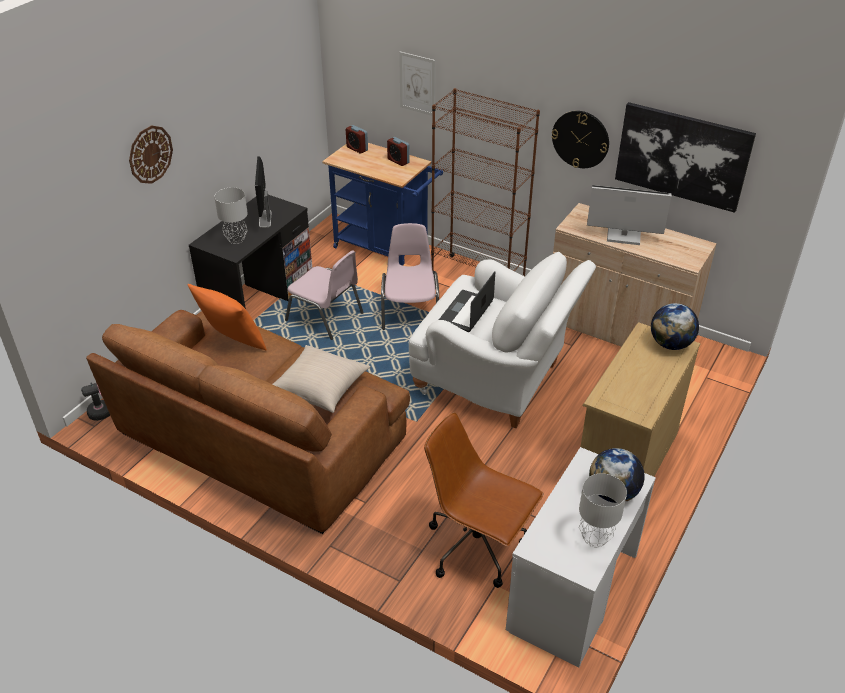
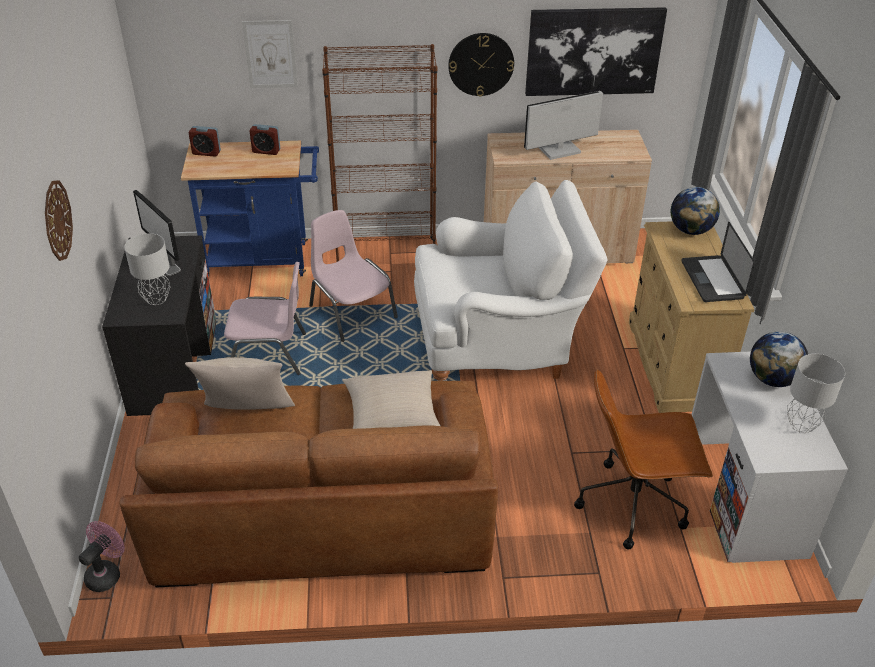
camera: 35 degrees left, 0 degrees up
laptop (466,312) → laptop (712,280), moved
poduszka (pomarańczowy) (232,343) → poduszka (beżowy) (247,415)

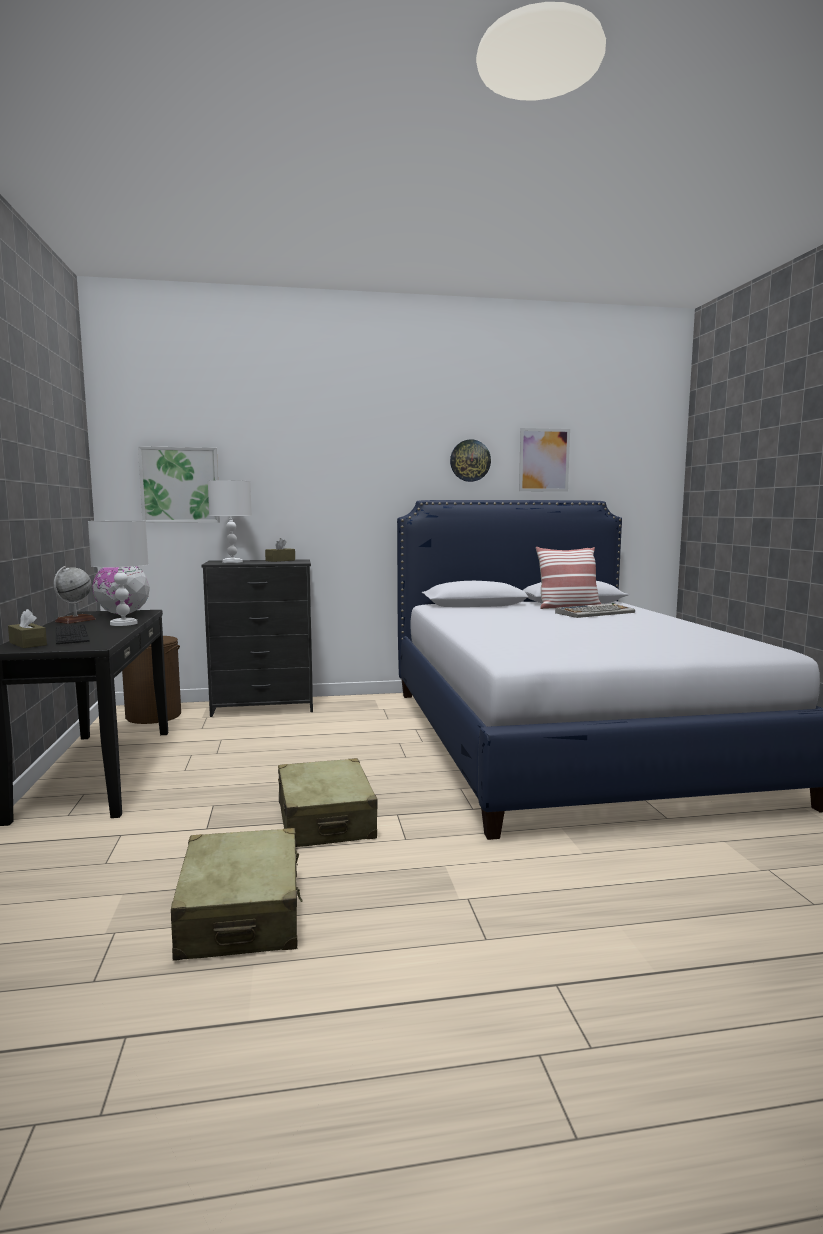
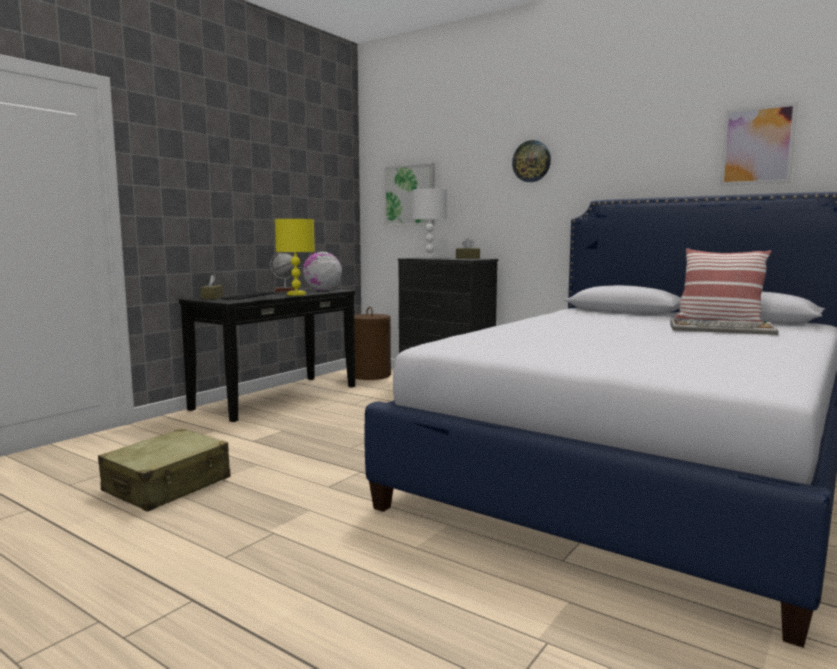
camera: 45 degrees right, 0 degrees up
zegar ścienny (470,460) → zegar ścienny (531,161), moved
lampa stołowa (biały) (123,623) → lampa stołowa (żółty) (296,294)
walizka (beżowy) (325,820) → -

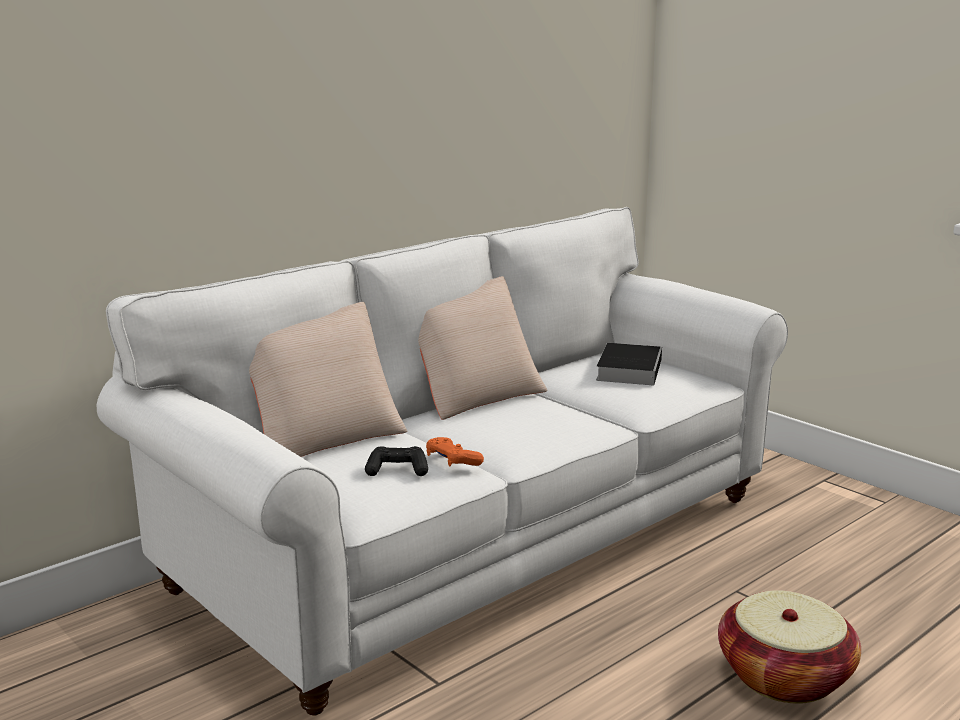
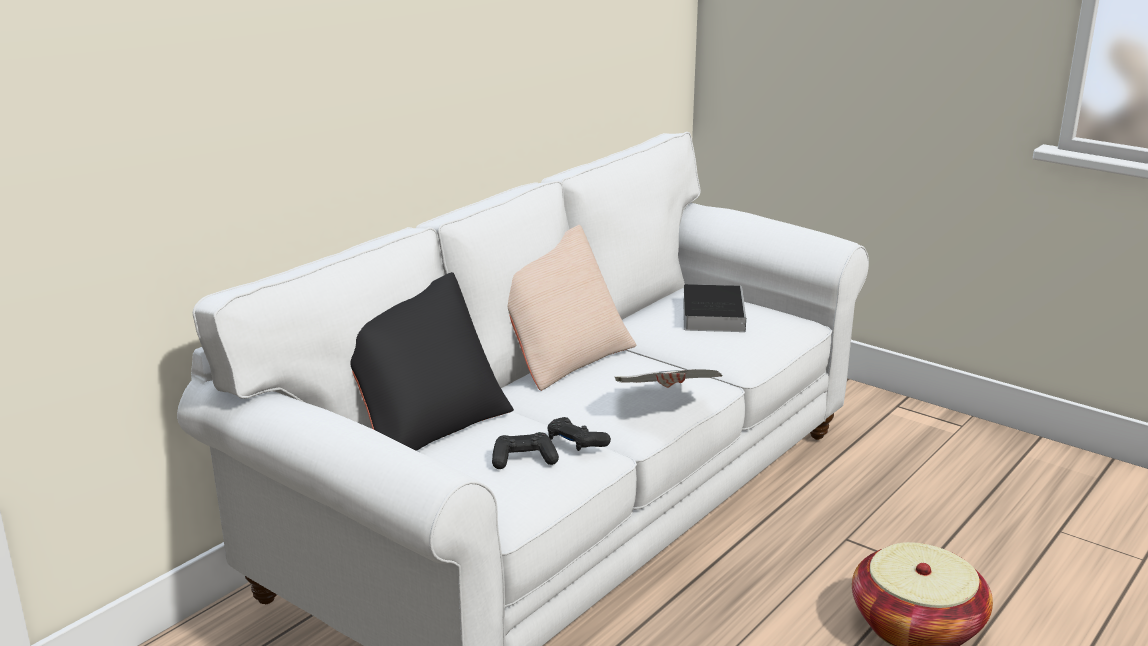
camera: 10 degrees left, 5 degrees up
poduszka (beżowy) (323,435) → poduszka (czarny) (425,422)
pad do gier (pomarańczowy) (452,460) → pad do gier (czarny) (576,442)
- → gazeta (666,404)

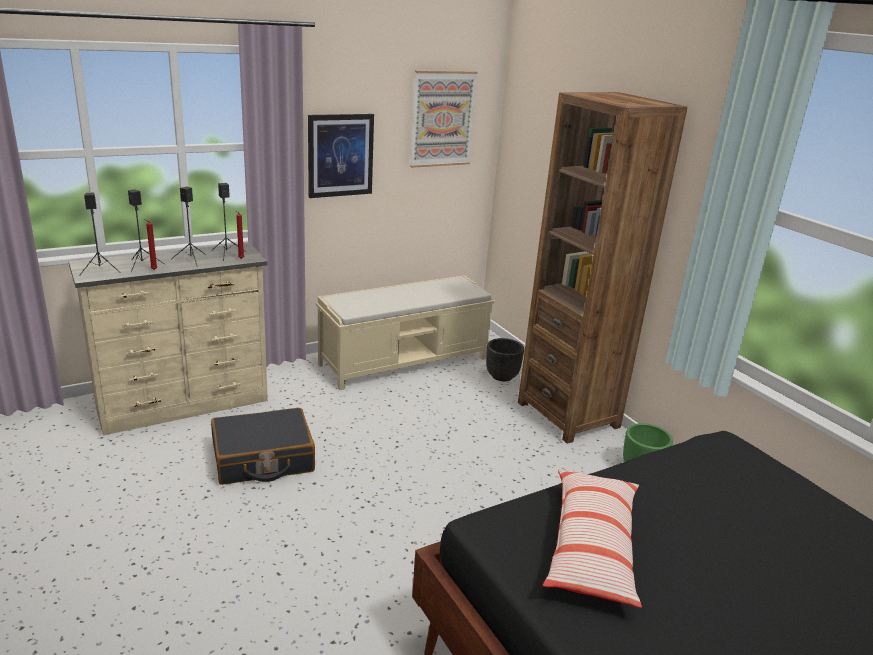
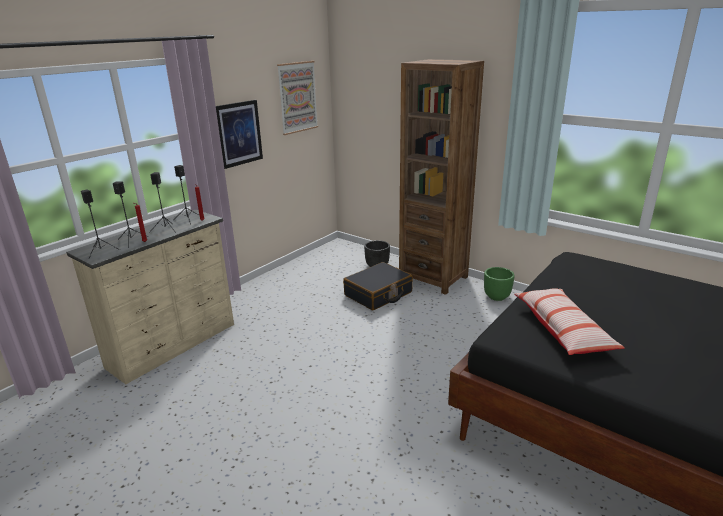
camera: 20 degrees left, 0 degrees up
ławka (beżowy) (405,361) → -
walizka (czarny) (263,459) → walizka (czarny) (378,294), moved

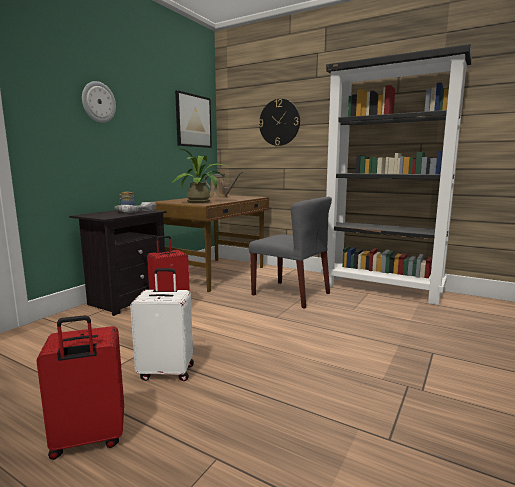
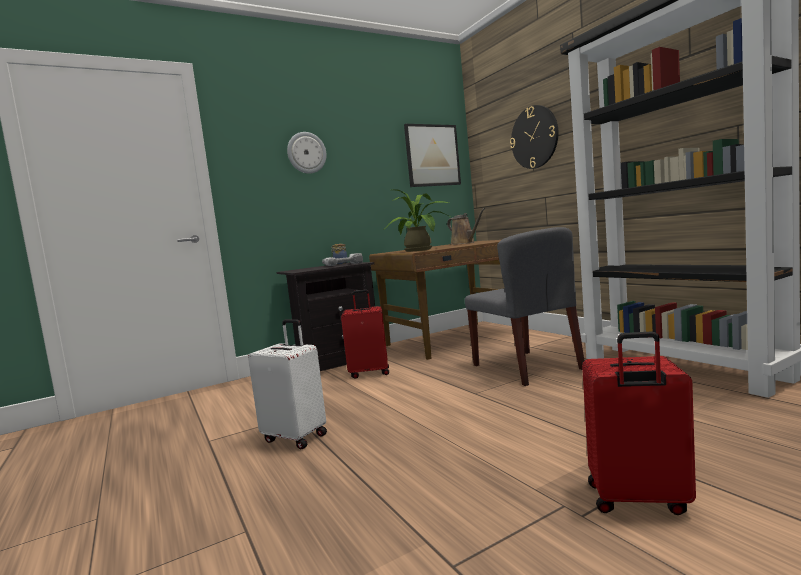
camera: 30 degrees right, 5 degrees down
walizka (czerwony) (88,440) → walizka (czerwony) (637,500), moved

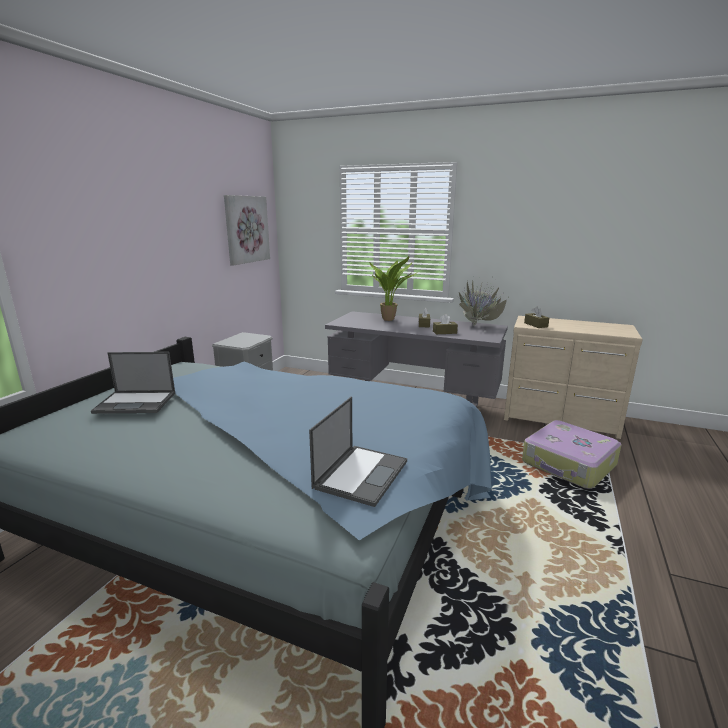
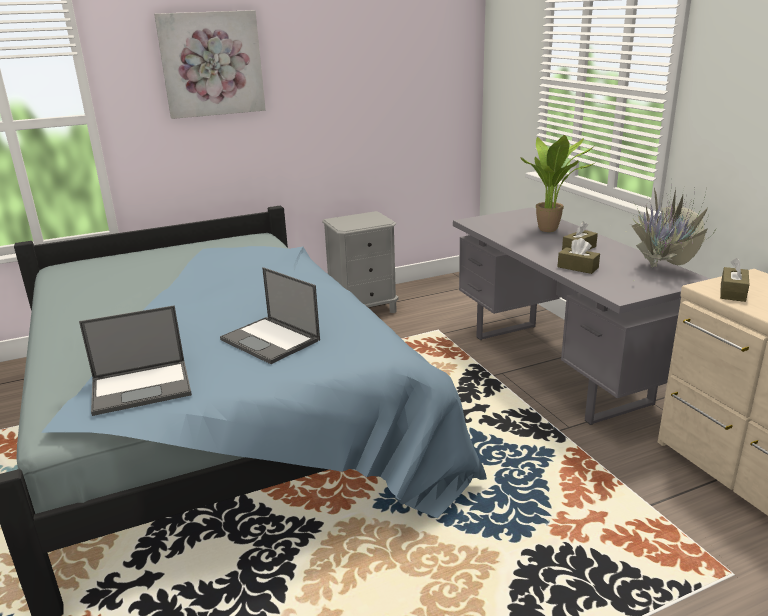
camera: 45 degrees right, 5 degrees up
obraz (246,229) → obraz (212,64), moved
laptop (136,402) → laptop (271,340), moved
walizka (569,464) → -

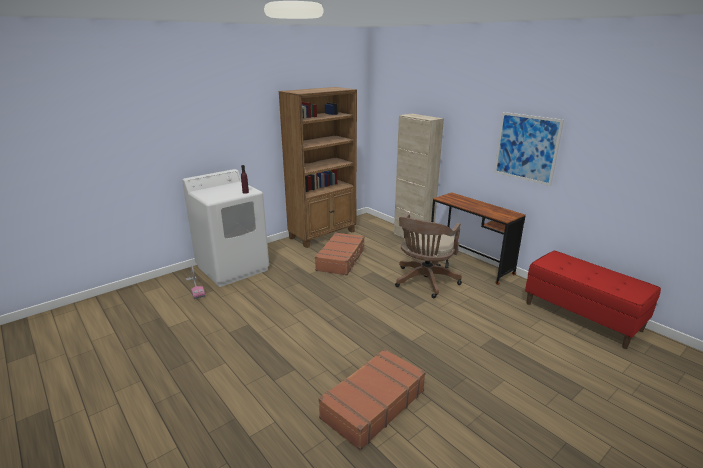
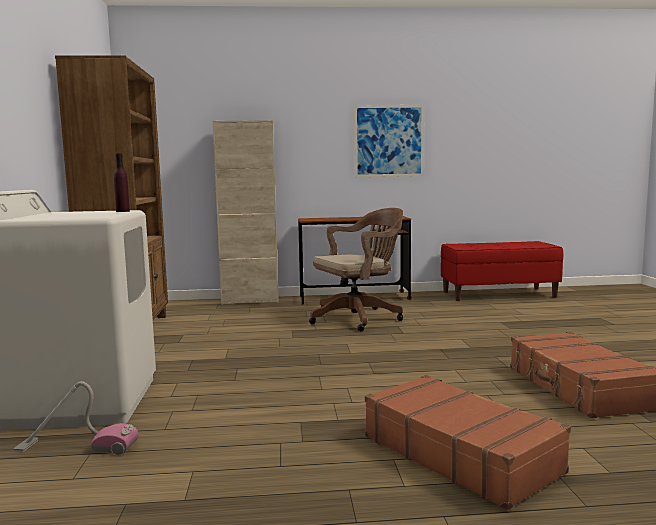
camera: 55 degrees left, 15 degrees down
krzesło biurowe (brązowy) (424,282) → krzesło biurowe (brązowy) (359,318), 90 degrees counterclockwise
walizka (brązowy) (341,259) → walizka (brązowy) (460,453), moved

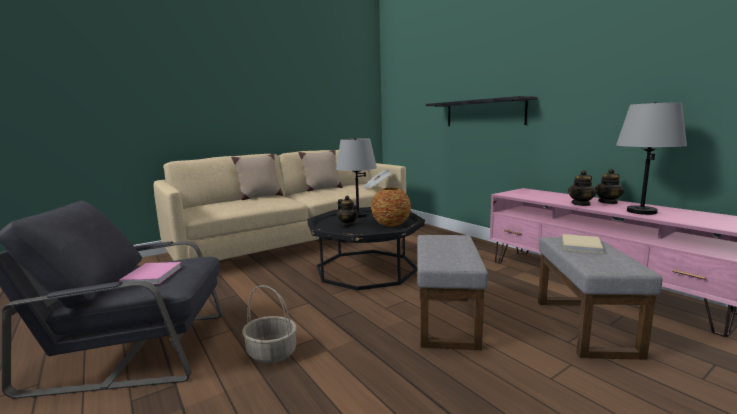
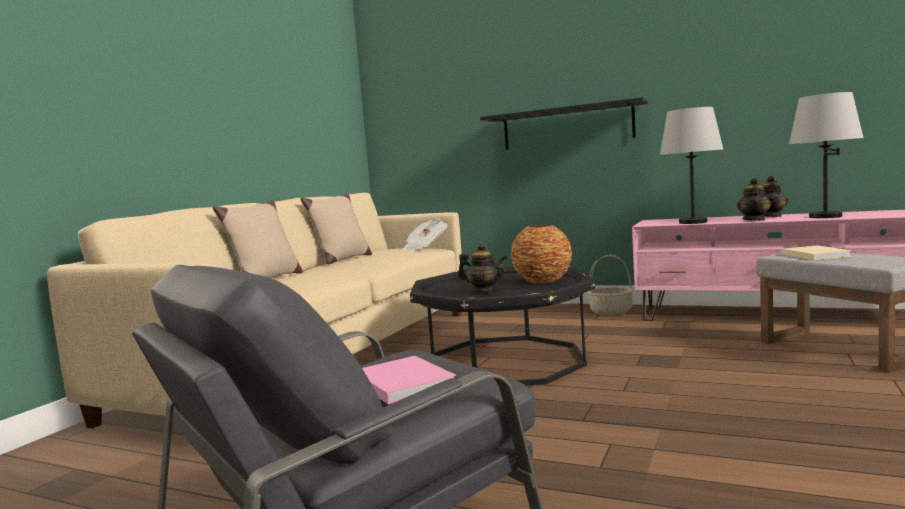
camera: 30 degrees left, 5 degrees down
lampa stołowa (szary) (358,215) → lampa stołowa (szary) (693,222), moved
pufa (szary) (447,320) → -
koszyk (271,353) → koszyk (611,312), moved

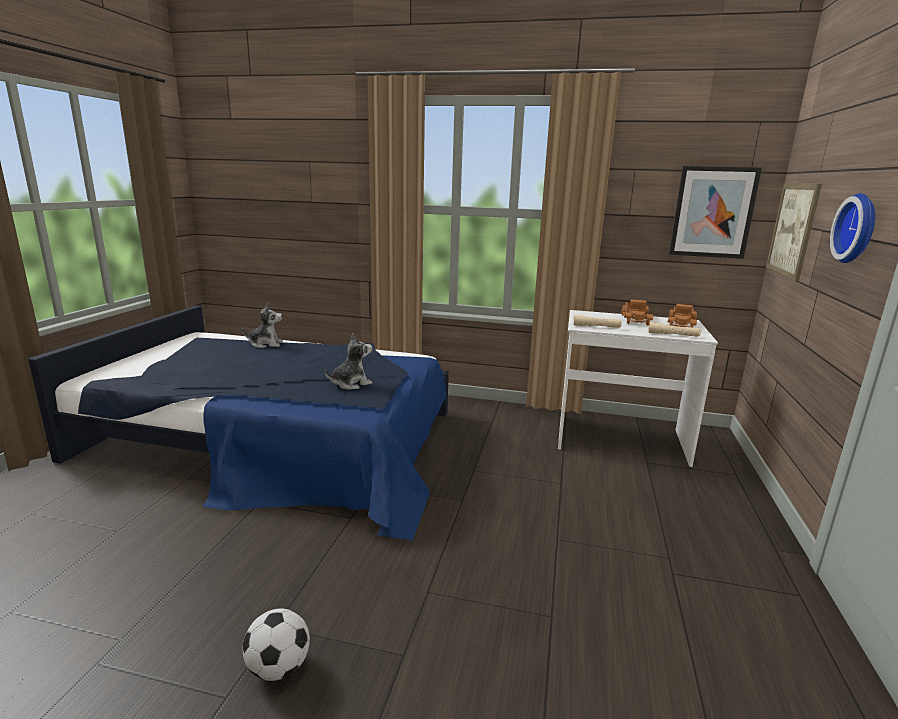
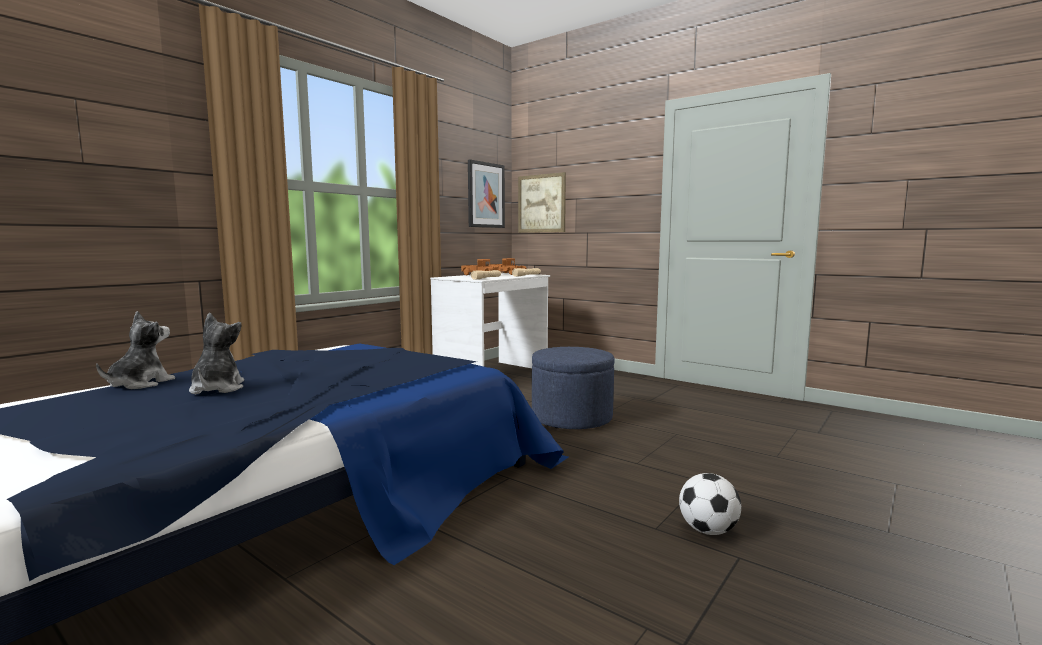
camera: 65 degrees left, 10 degrees down
zegar ścienny (859,228) → -
pluszak (350,384) → pluszak (217,389), moved
- → pufa (niebieski) (572,417)

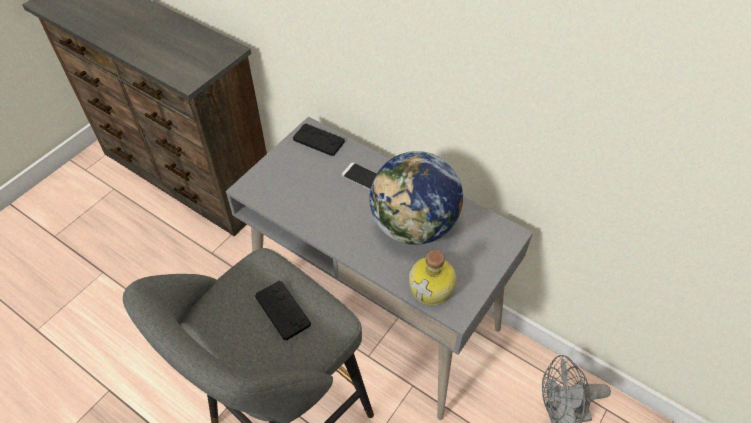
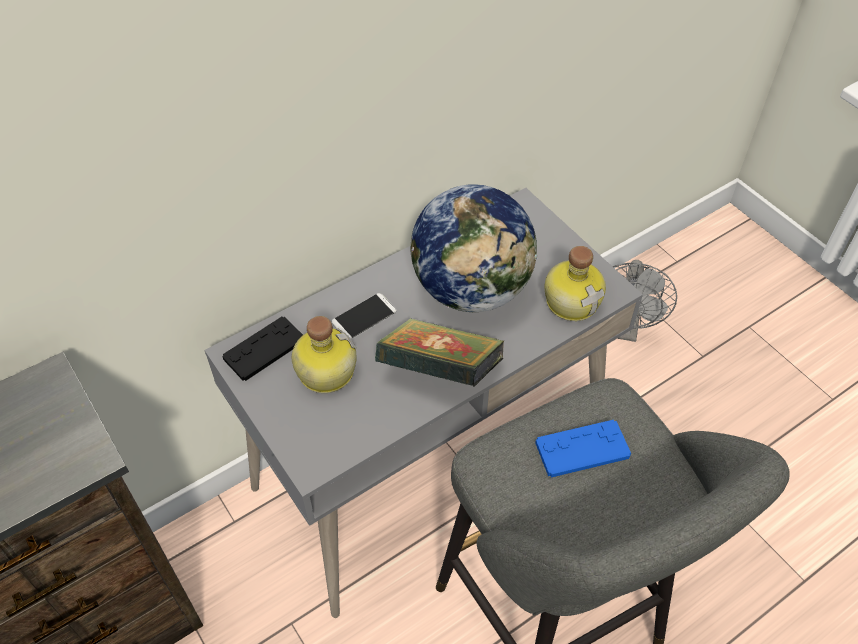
camera: 70 degrees left, 0 degrees up
pad do gier (czarny) (282,310) → pad do gier (niebieski) (582,449)
- → butelka (324,371)
- → książka (440,372)

